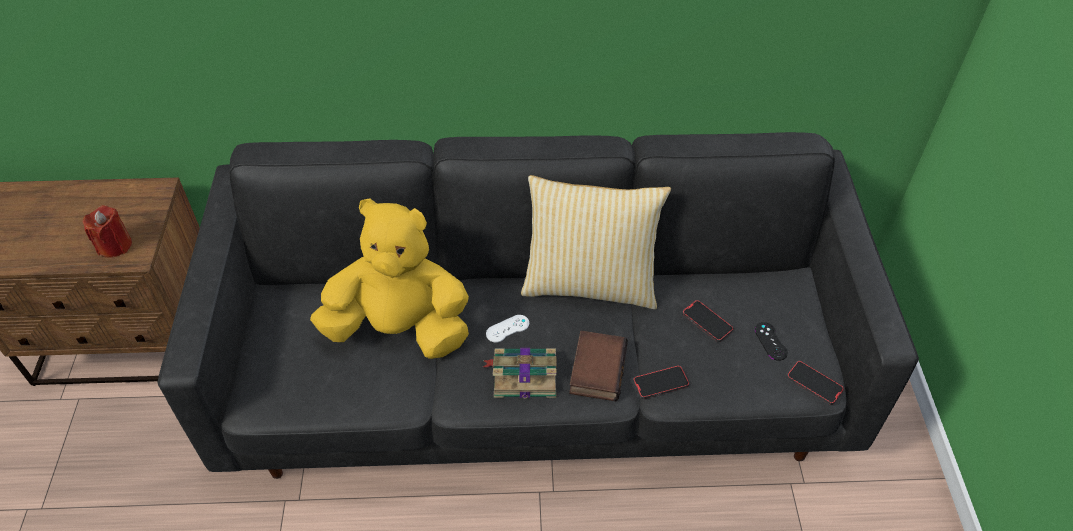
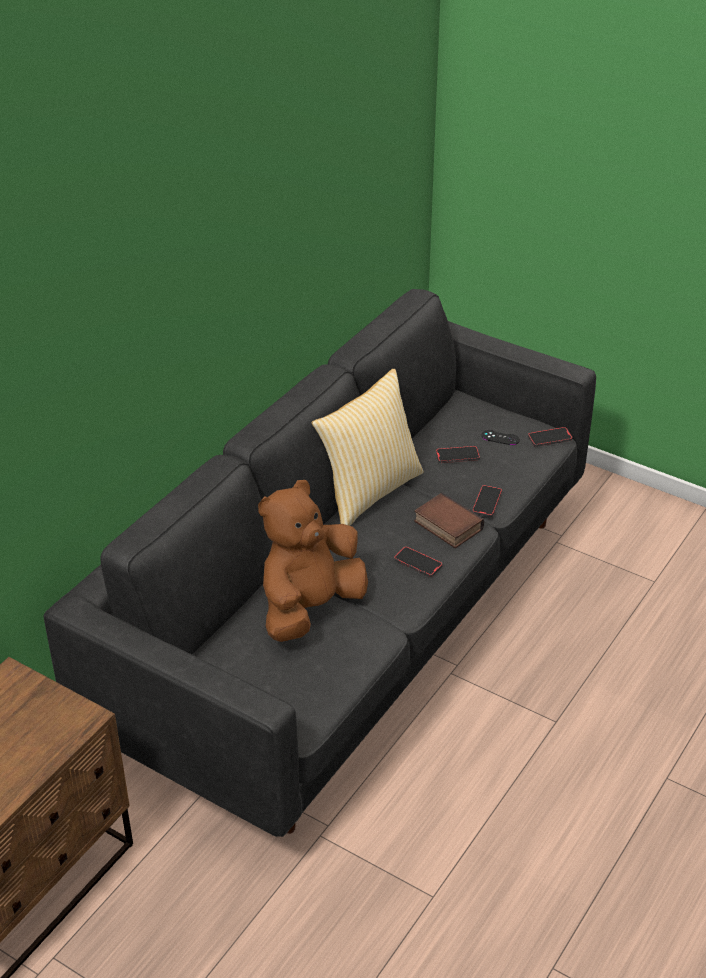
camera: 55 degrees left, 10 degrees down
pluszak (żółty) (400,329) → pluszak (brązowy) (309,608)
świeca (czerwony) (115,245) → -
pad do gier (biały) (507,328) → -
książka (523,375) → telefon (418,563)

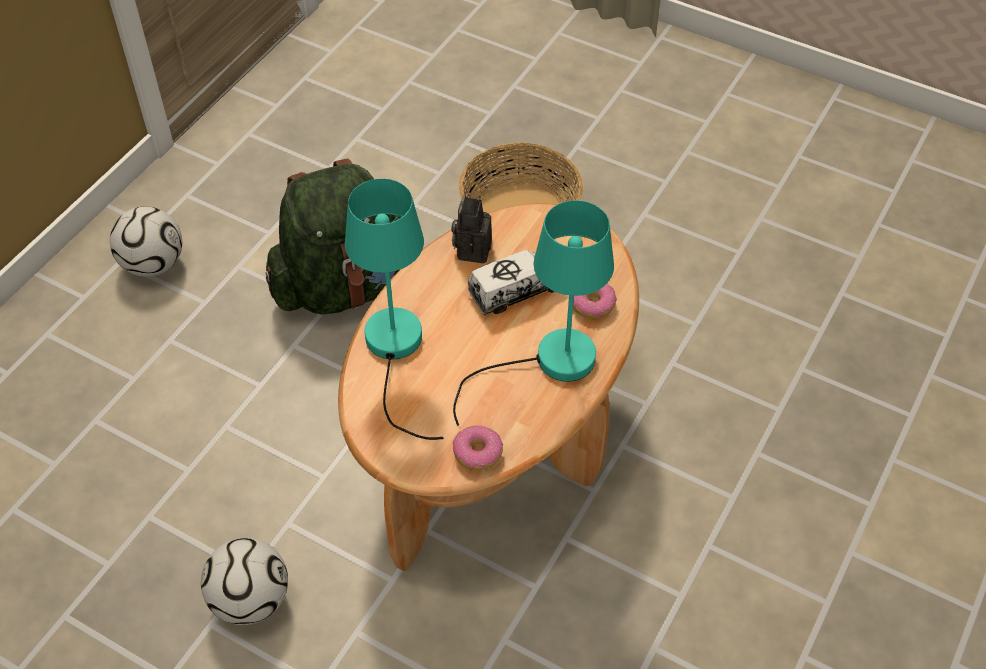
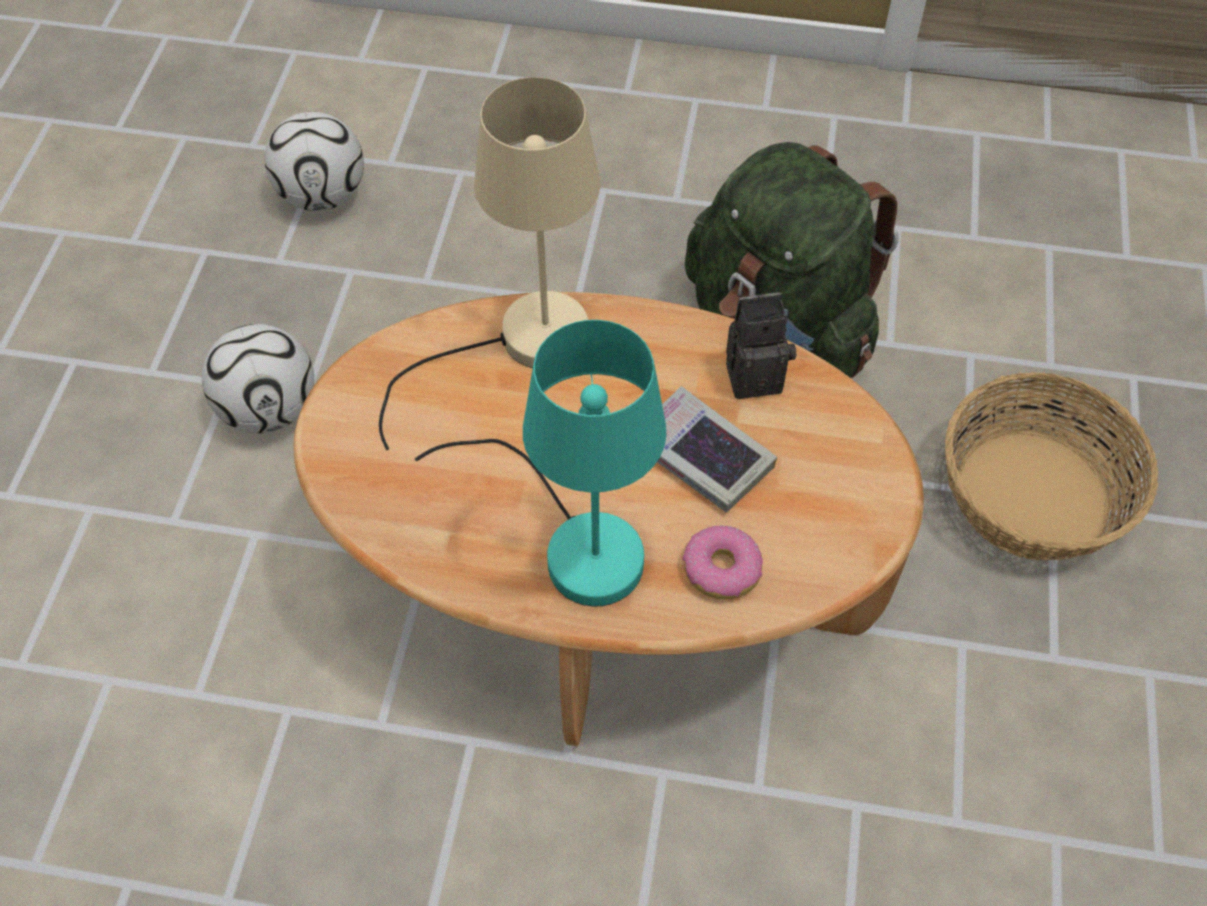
camera: 70 degrees right, 5 degrees up
lampa stołowa (turkusowy) (395,351) → lampa stołowa (beżowy) (520,346)
piłka futbolowa (153,265) → piłka futbolowa (322,196), moved
ciężarówka zabawkowa (516,290) → książka (701,456)
donut (478,453) → -

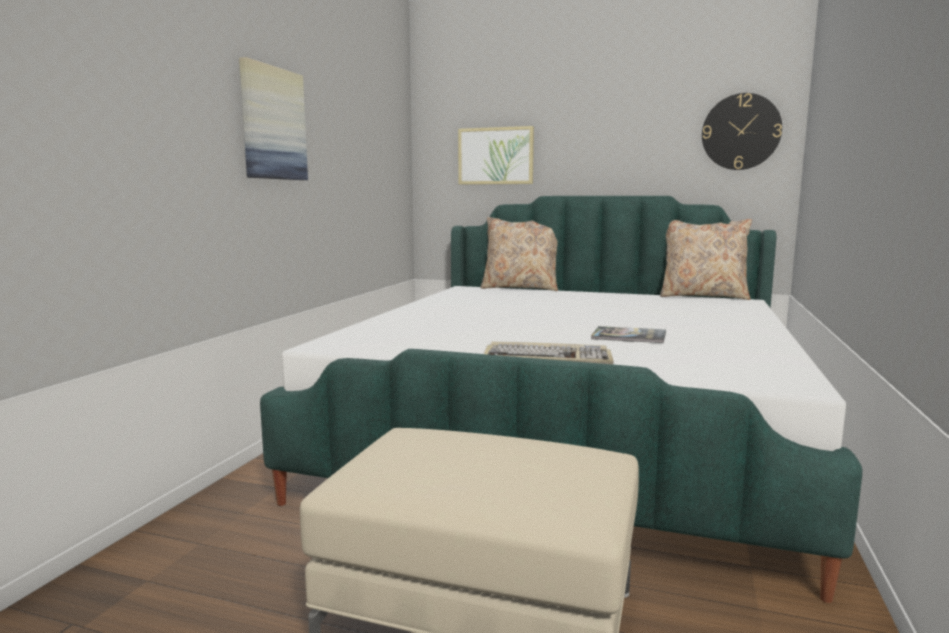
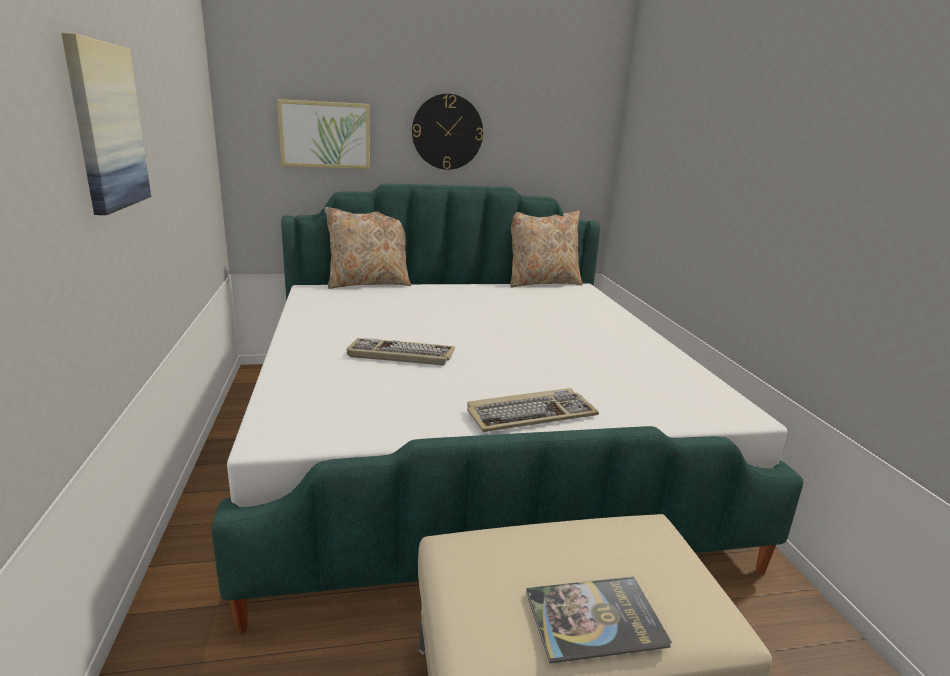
camera: 30 degrees left, 10 degrees up
zegar ścienny (741,132) → zegar ścienny (447,132), moved
książka (629,336) → książka (594,619), moved
- → klawiatura (399,355)

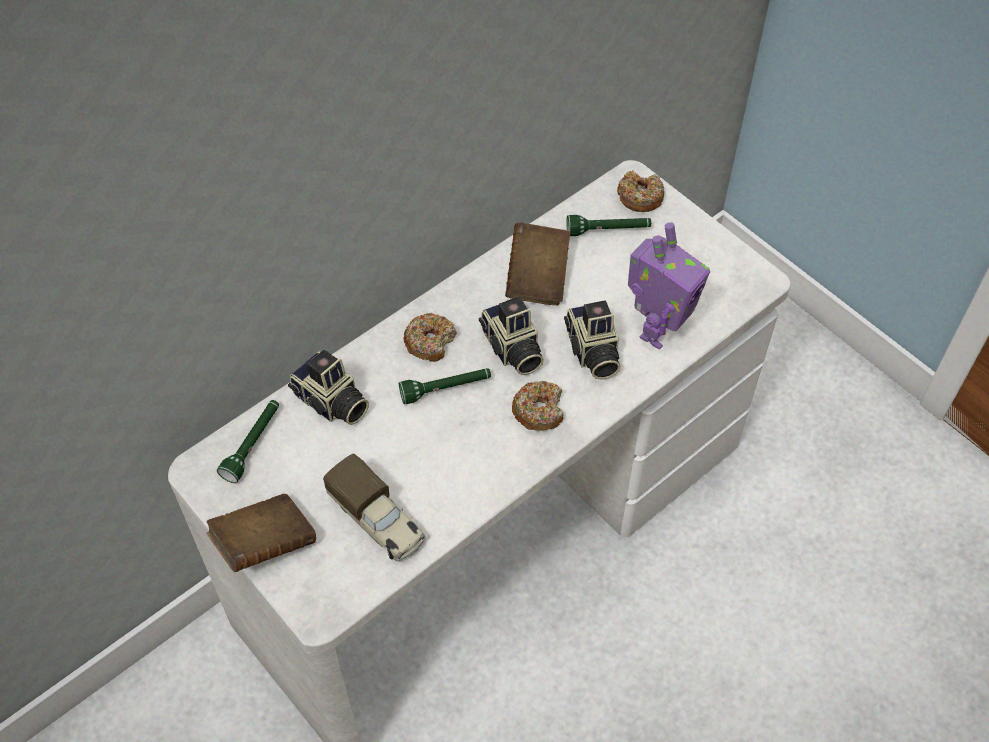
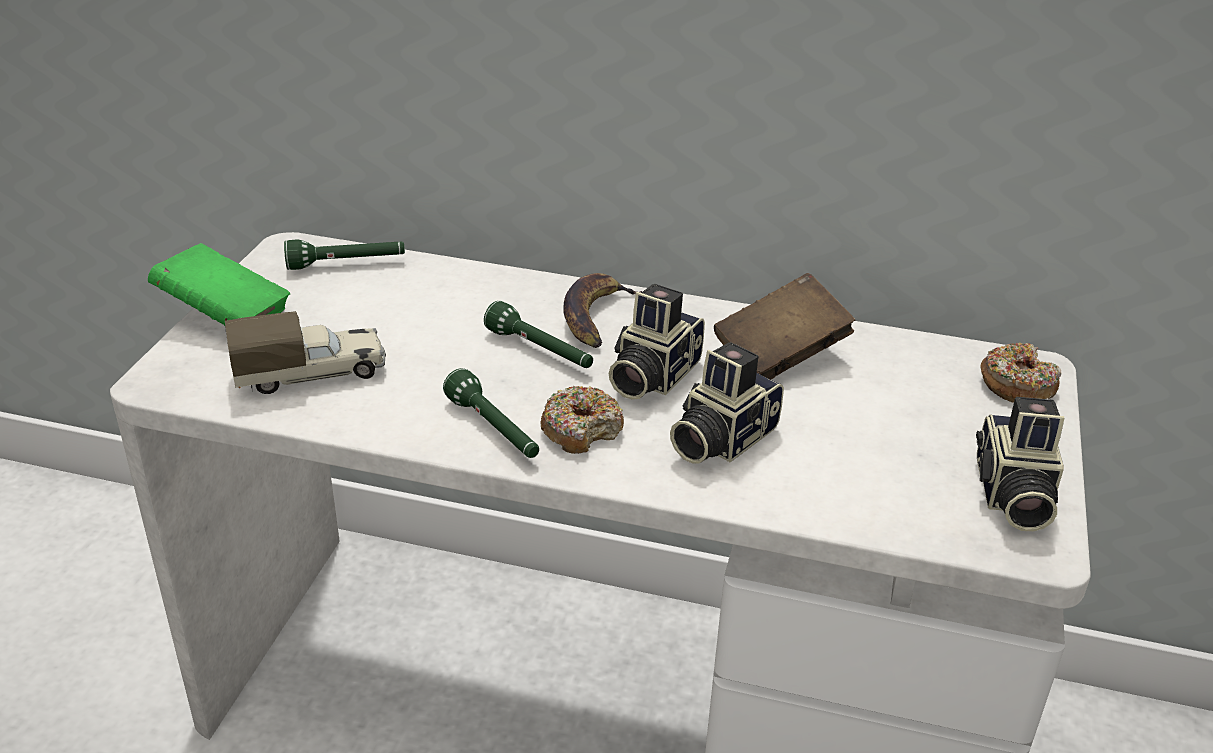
camera: 55 degrees right, 20 degrees down
latarka (zielony) (608,231) → latarka (zielony) (494,430), moved
robot zabawkowy (657,330) → -
donut (430,342) → banan (595,316)
aparat fotograficzny (331,403) → aparat fotograficzny (1011,495), moved
ciężarówka zabawkowa (378,521) → ciężarówka zabawkowa (311,374), 120 degrees counterclockwise
książka (brązowy) (264,544) → książka (zielony) (225,315)

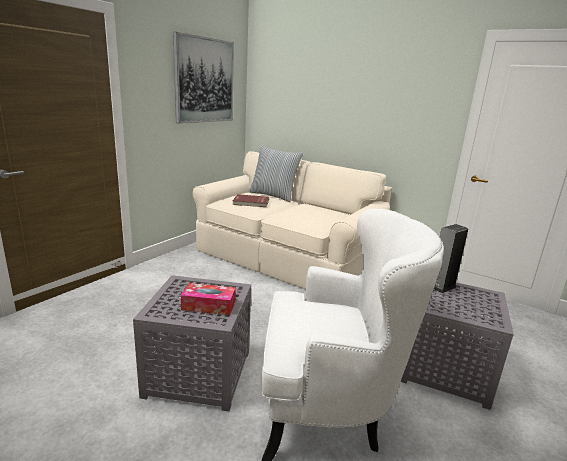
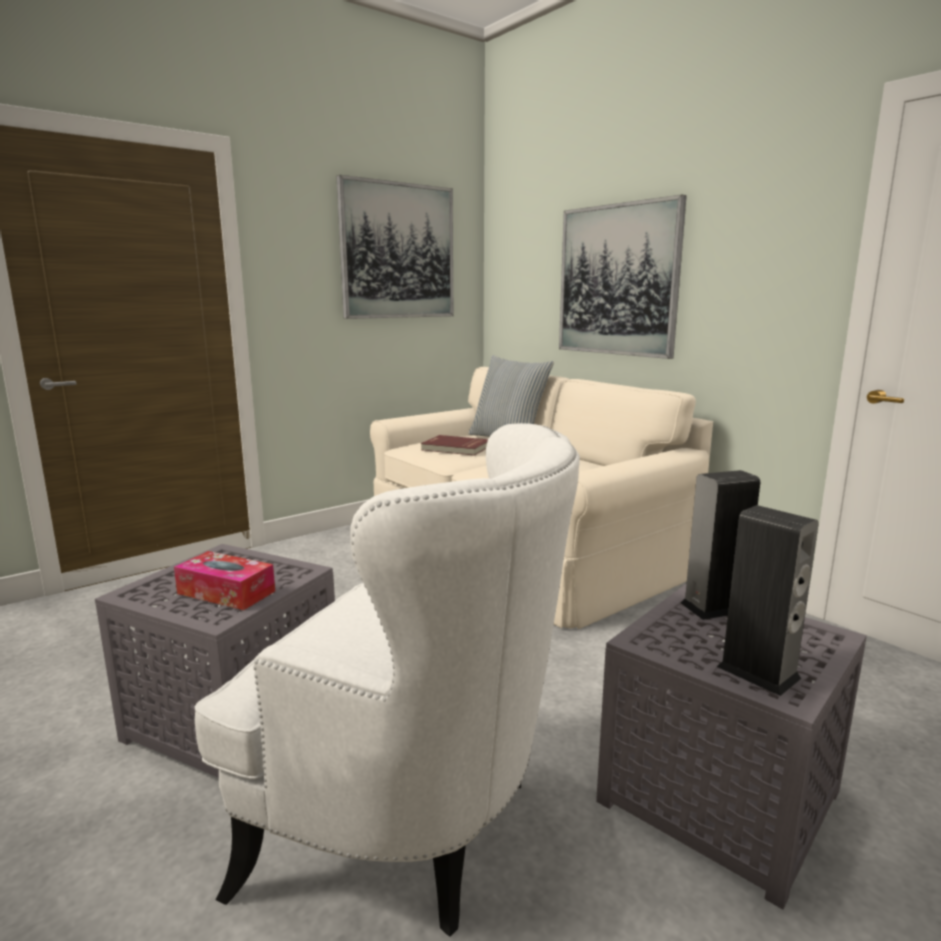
camera: 20 degrees right, 5 degrees down
- → obraz (618,280)
- → głośnik (758,672)

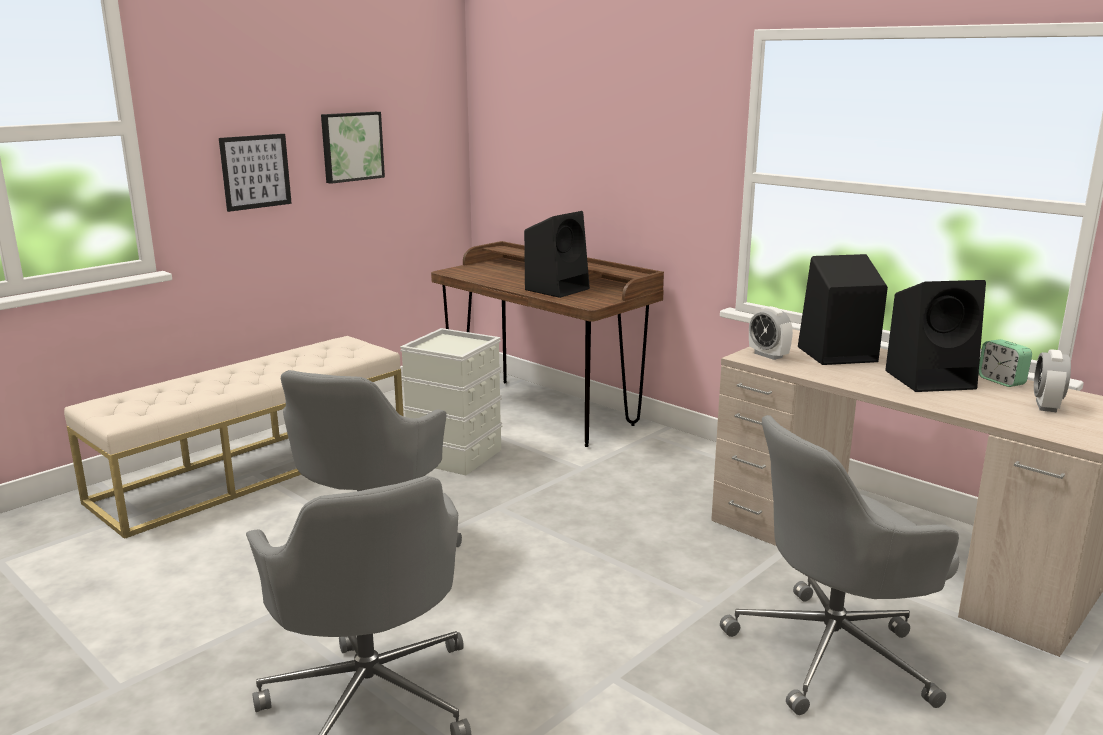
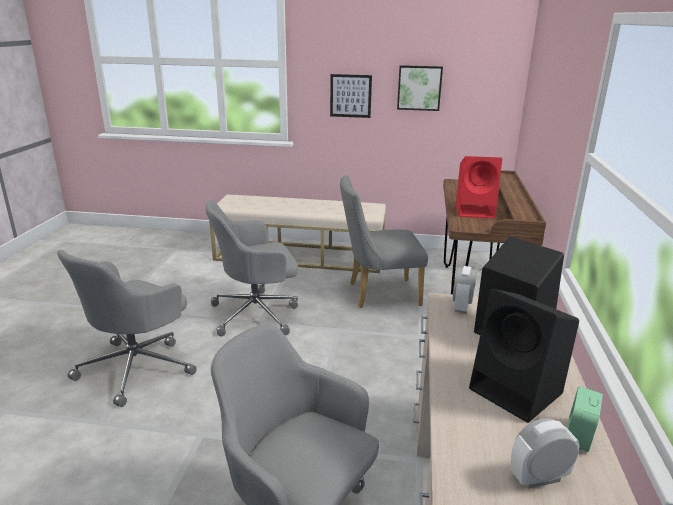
camera: 55 degrees right, 5 degrees up
głośnik (czarny) (558,289) → głośnik (czerwony) (476,211)
pojemnik do przechowywania (szary) (454,456) → krzesło (szary) (378,294)

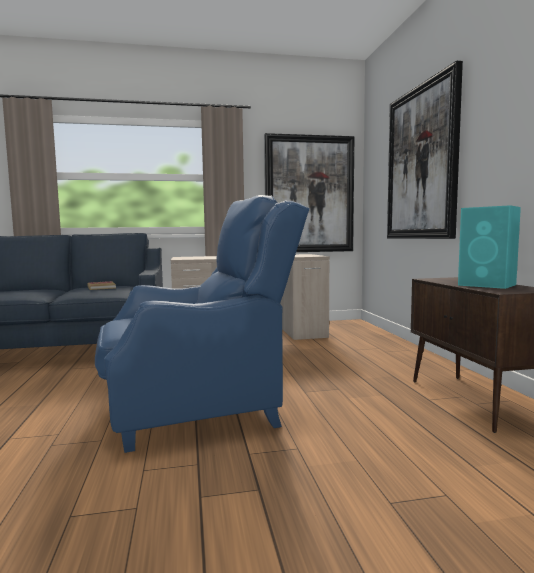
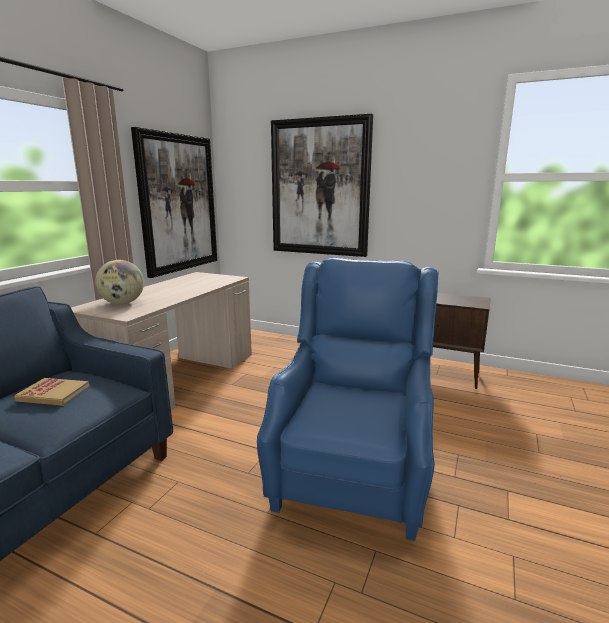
camera: 55 degrees left, 10 degrees up
głośnik (turkusowy) (488,285) → -
- → globus (122,303)

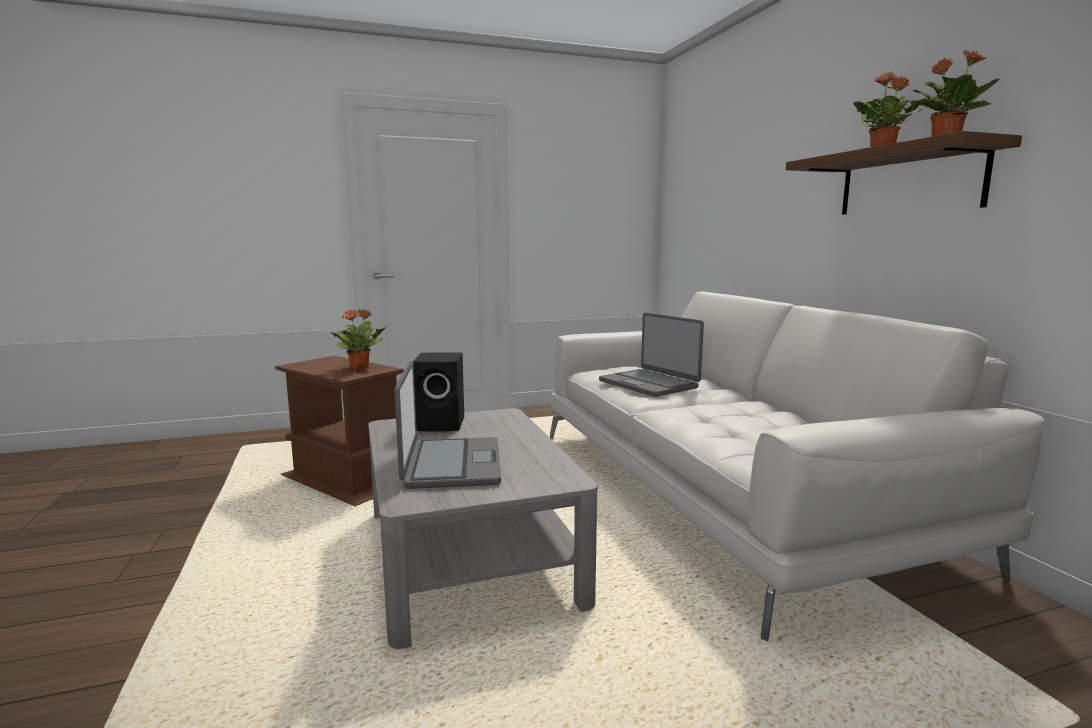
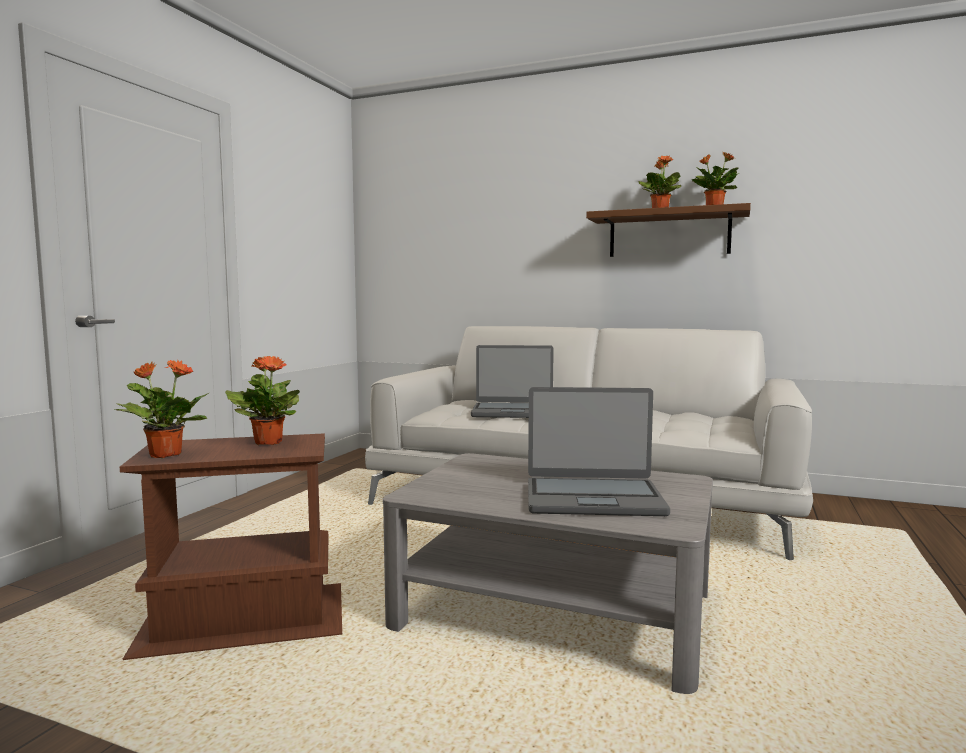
camera: 50 degrees left, 5 degrees down
głośnik (czarny) (443,424) → -
laptop (451,464) → laptop (593,498), 150 degrees clockwise
- → roślina doniczkowa (164,454)

